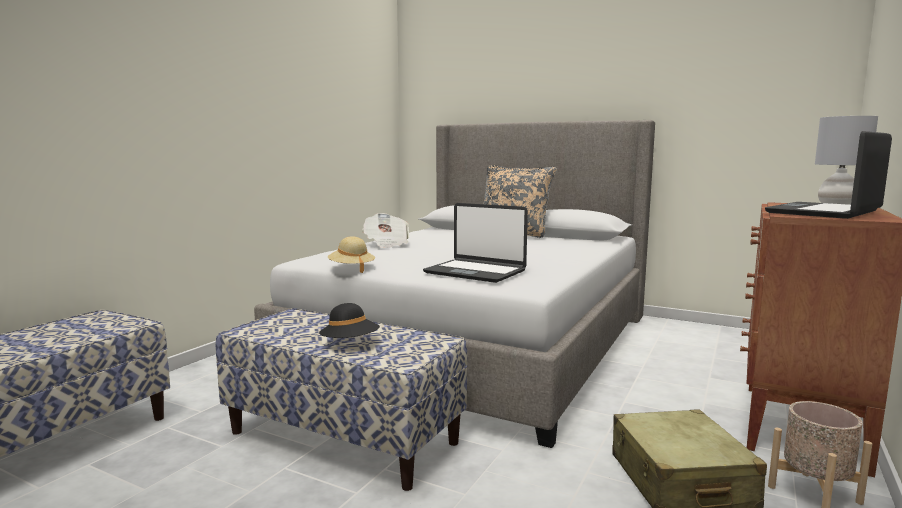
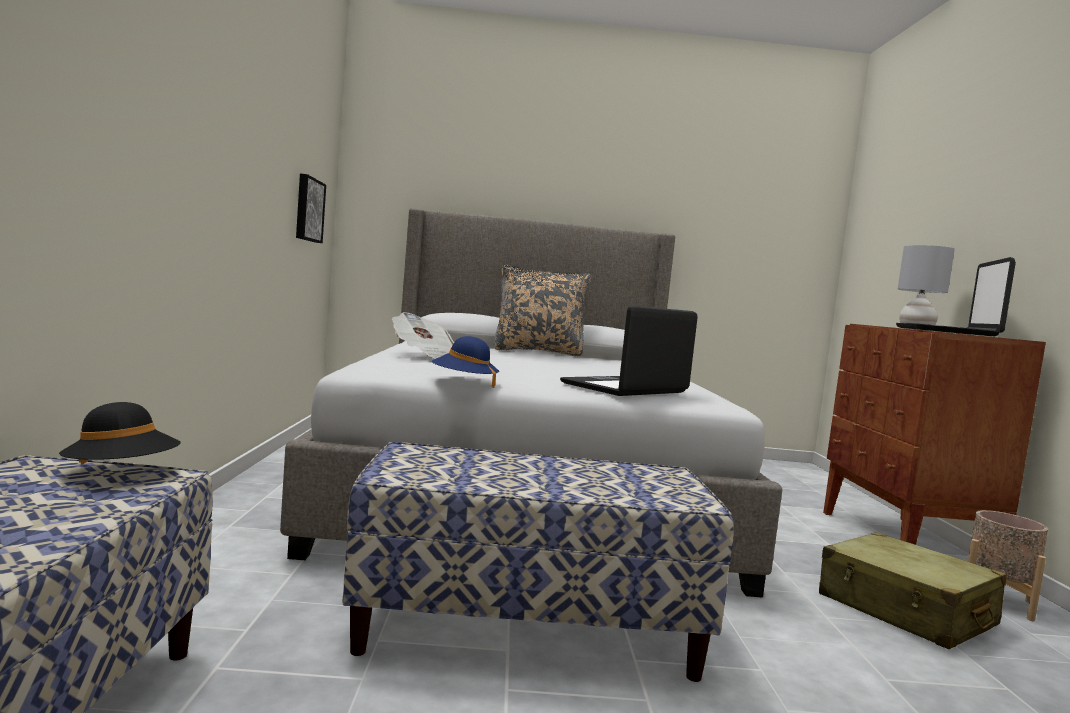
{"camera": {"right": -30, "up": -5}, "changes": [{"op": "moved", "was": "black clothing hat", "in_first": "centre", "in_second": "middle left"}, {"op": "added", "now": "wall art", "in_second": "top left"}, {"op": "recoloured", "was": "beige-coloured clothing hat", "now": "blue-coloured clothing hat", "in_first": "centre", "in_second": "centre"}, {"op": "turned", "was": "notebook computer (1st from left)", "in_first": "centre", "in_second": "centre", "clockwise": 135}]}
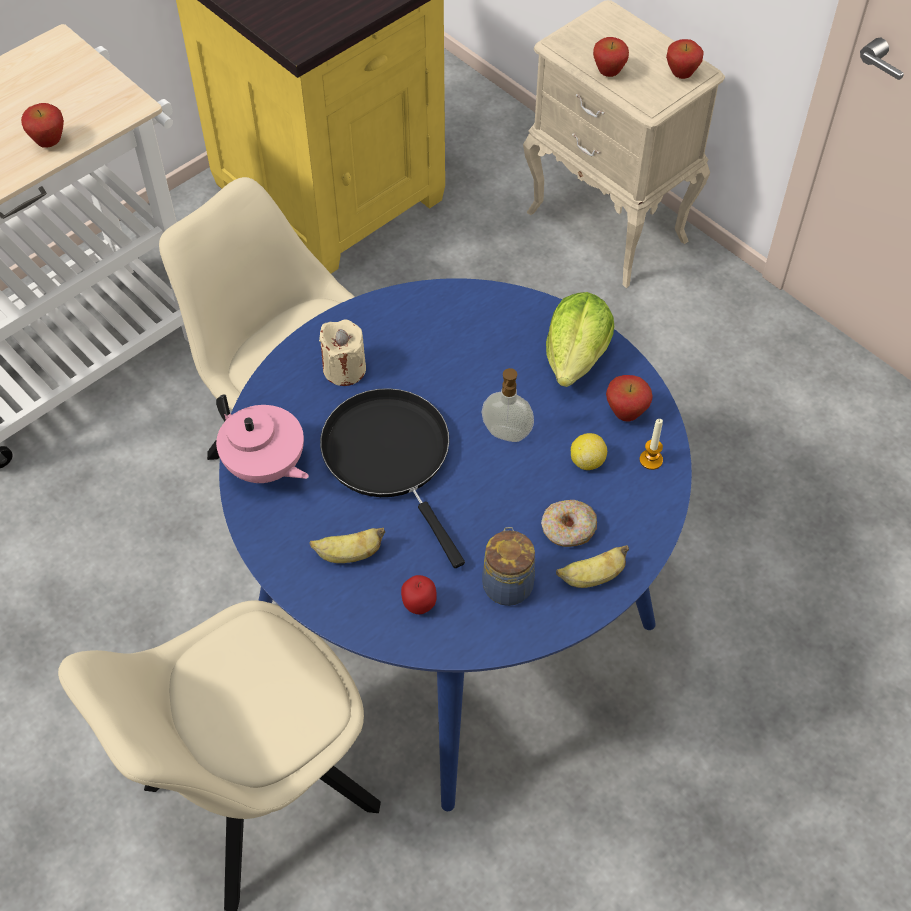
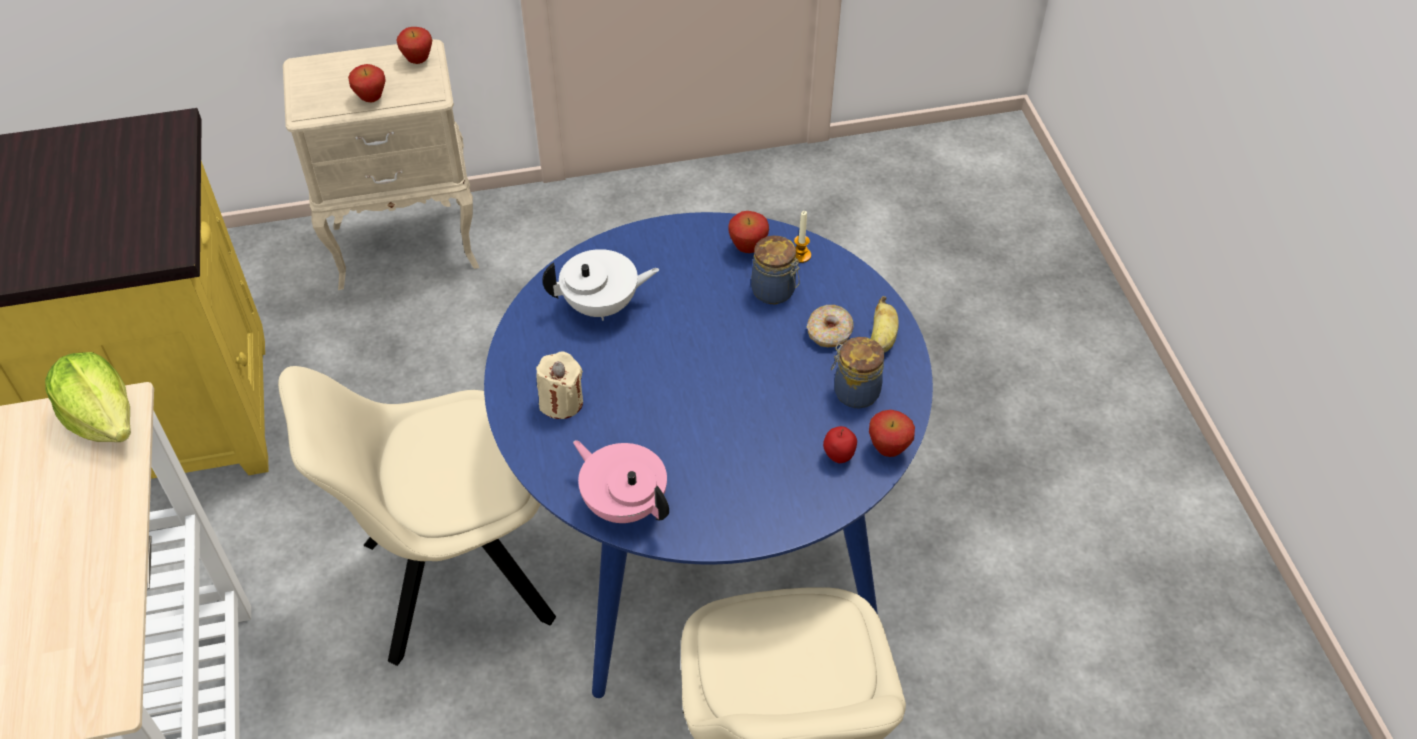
{"camera": {"right": -60, "up": -5}, "changes": [{"op": "moved", "was": "lettuce", "in_first": "centre", "in_second": "middle left"}, {"op": "added", "now": "white-coloured pot for tea", "in_second": "centre"}, {"op": "turned", "was": "pinkish pot for tea", "in_first": "middle left", "in_second": "centre", "clockwise": -120}, {"op": "replaced", "was": "citrus fruit", "now": "storage jar (1st from left)", "in_first": "centre", "in_second": "centre"}, {"op": "moved", "was": "apple fruit (1st from left in the first image)", "now": "apple fruit (5th from left)", "in_first": "top left", "in_second": "centre"}, {"op": "removed", "was": "banana fruit (1st from left)", "in_first": "centre"}, {"op": "removed", "was": "black skillet", "in_first": "centre"}, {"op": "removed", "was": "soap bottle", "in_first": "centre"}]}
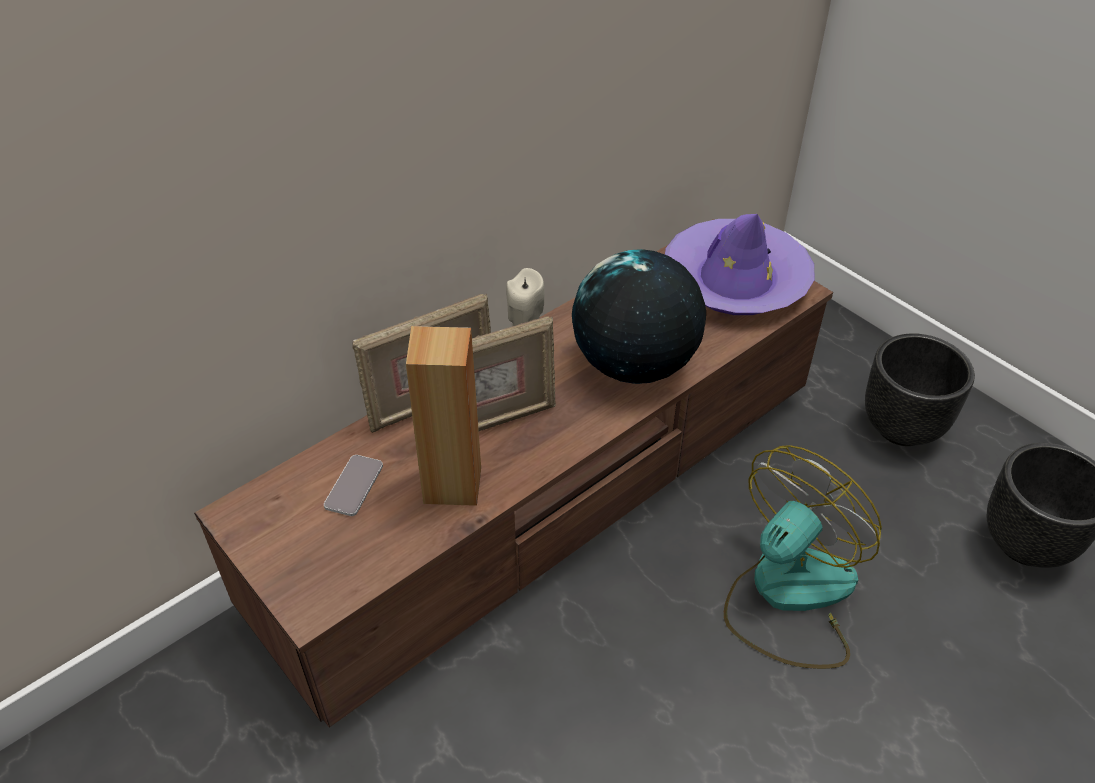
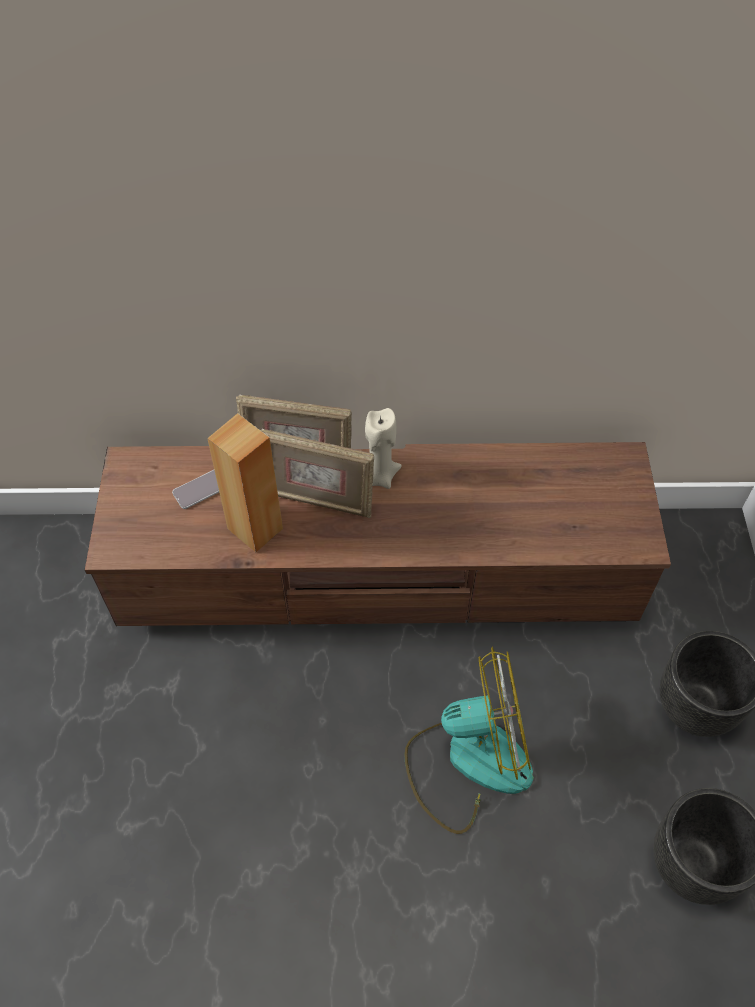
{"camera": {"right": 40, "up": 10}, "changes": [{"op": "removed", "was": "globe", "in_first": "centre"}, {"op": "removed", "was": "purple-coloured clothing hat", "in_first": "middle right"}]}
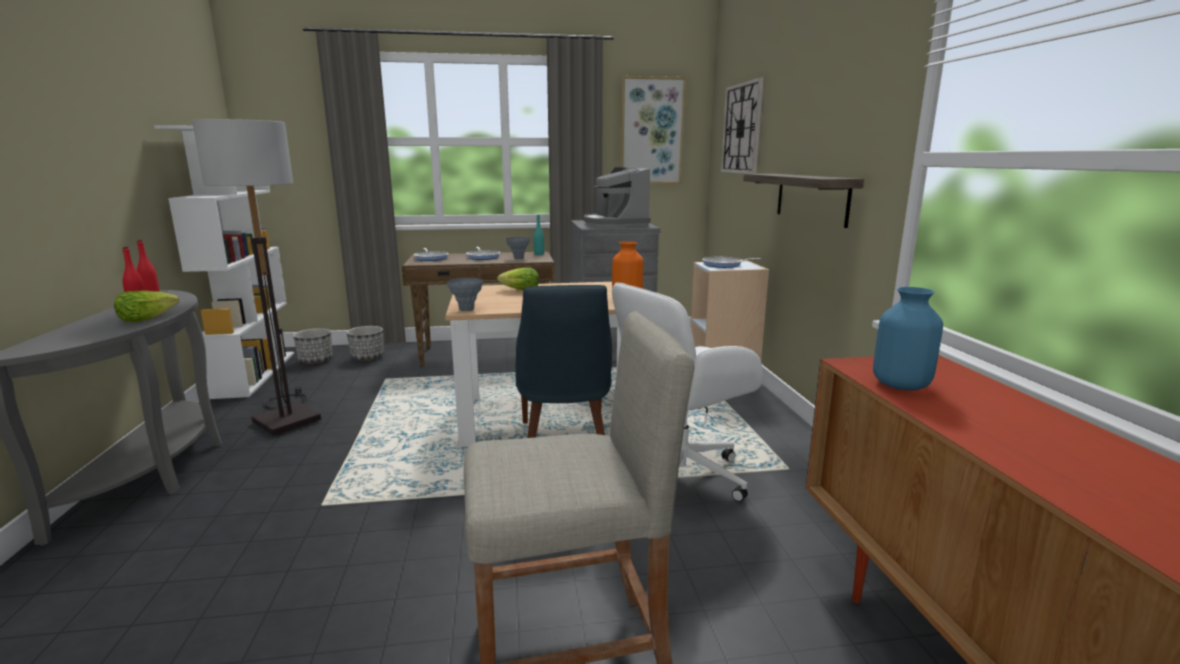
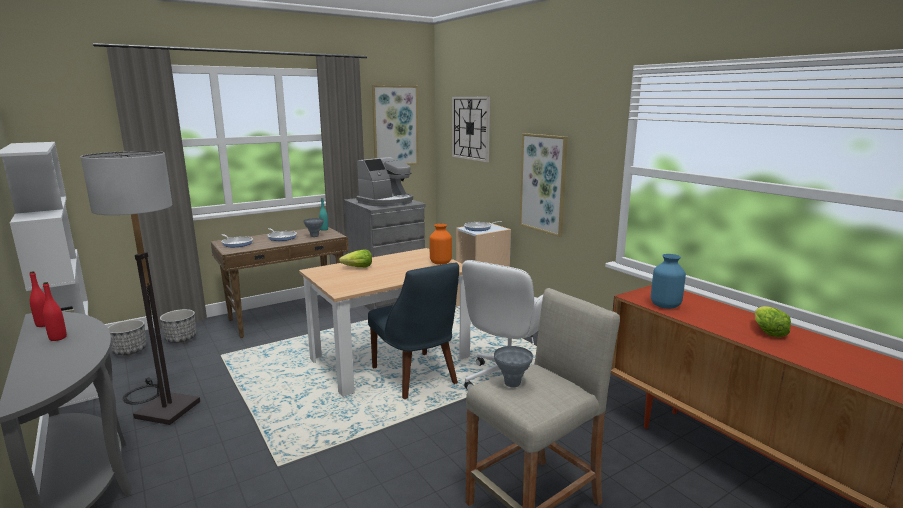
{"camera": {"right": -25, "up": 0}, "changes": [{"op": "turned", "was": "coffee maker", "in_first": "top centre", "in_second": "centre", "clockwise": -90}, {"op": "moved", "was": "grey flower vase (1st from left in the first image)", "now": "grey flower vase (2nd from left)", "in_first": "centre", "in_second": "bottom centre"}, {"op": "replaced", "was": "bracket shelf", "now": "wall art (2nd from left)", "in_first": "top right", "in_second": "centre"}, {"op": "moved", "was": "lettuce (1st from left in the first image)", "now": "lettuce (2nd from left)", "in_first": "middle left", "in_second": "middle right"}]}
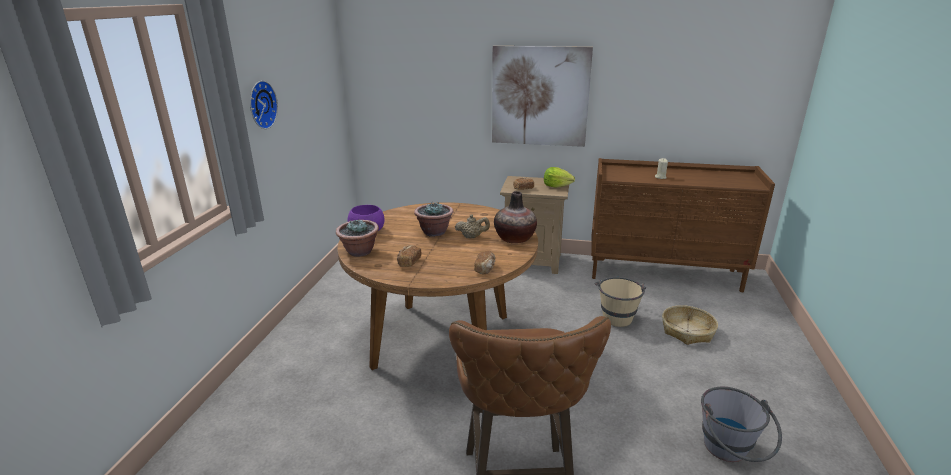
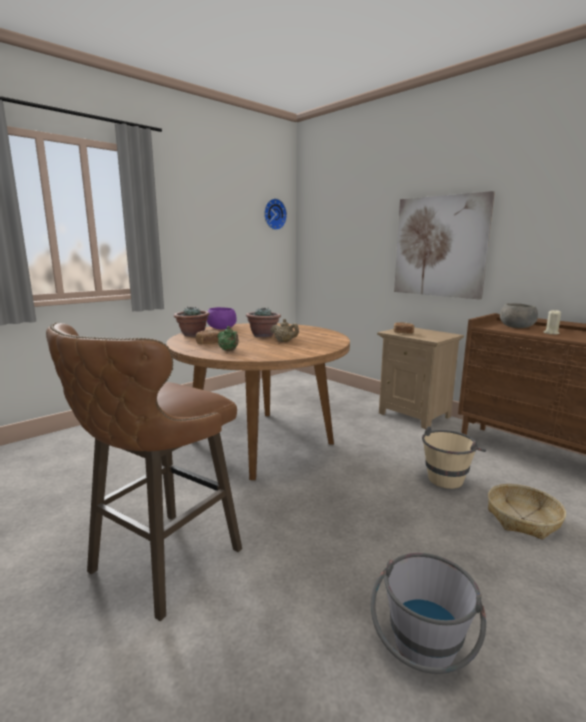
{"camera": {"right": 35, "up": -10}, "changes": [{"op": "added", "now": "greenish pot for tea", "in_second": "centre"}, {"op": "moved", "was": "hanging clock", "in_first": "top left", "in_second": "top centre"}, {"op": "added", "now": "grey serving bowl", "in_second": "middle right"}, {"op": "removed", "was": "baked bread (2nd from left)", "in_first": "centre"}, {"op": "removed", "was": "flower vase", "in_first": "centre"}, {"op": "removed", "was": "lettuce", "in_first": "centre"}]}
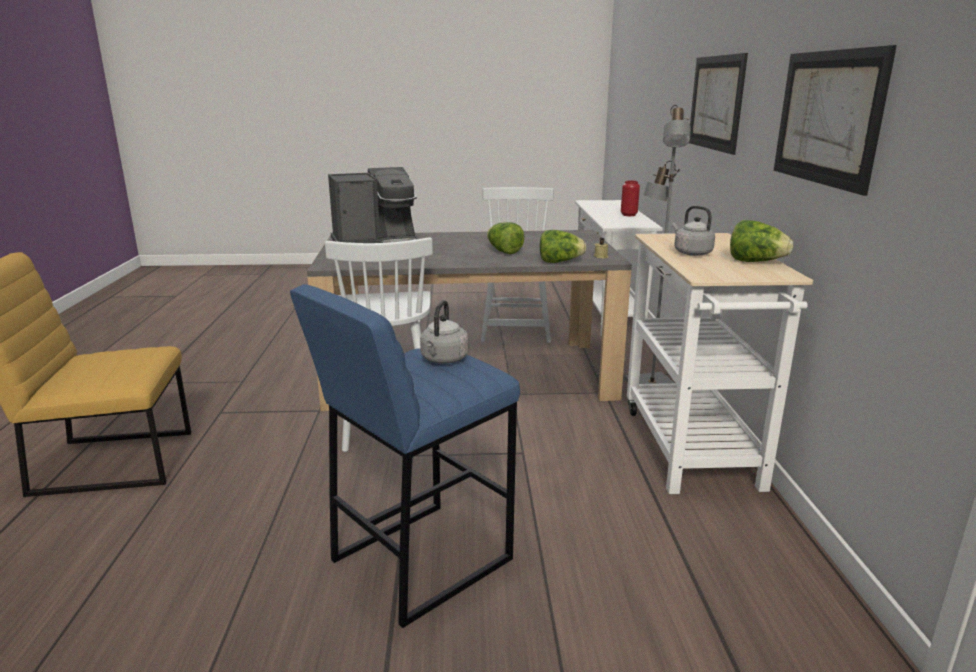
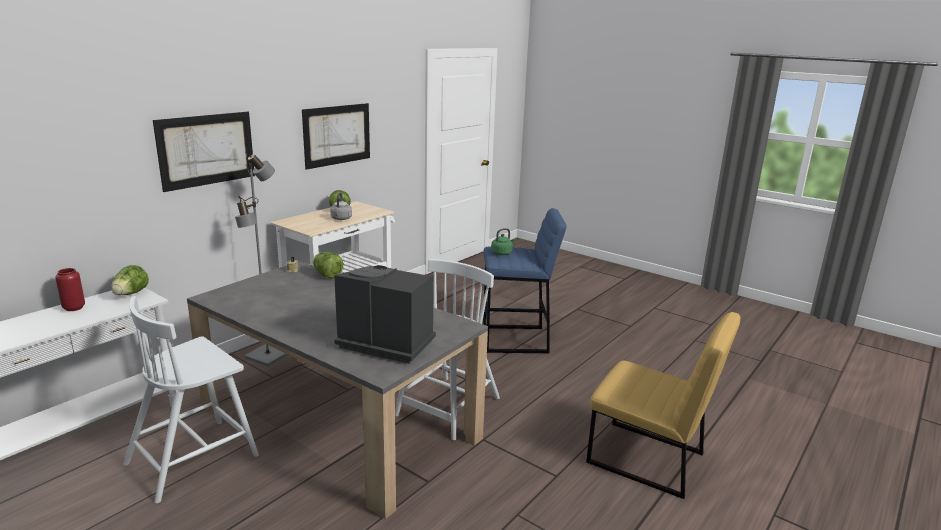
{"camera": {"right": -140, "up": 0}, "changes": [{"op": "moved", "was": "lettuce (1st from left)", "in_first": "centre", "in_second": "middle left"}, {"op": "recoloured", "was": "grey water kettle (1st from left)", "now": "greenish water kettle", "in_first": "centre", "in_second": "centre"}]}
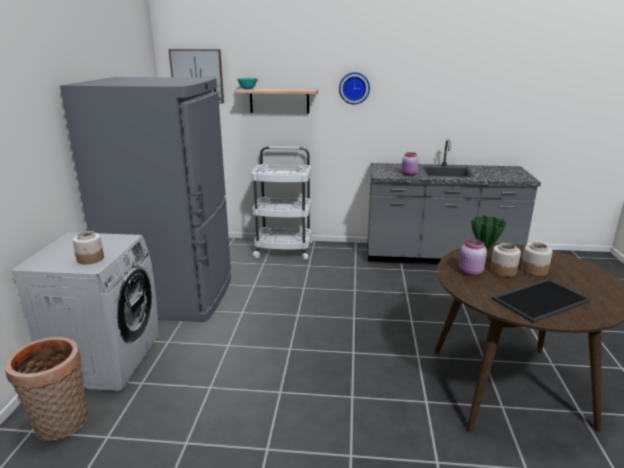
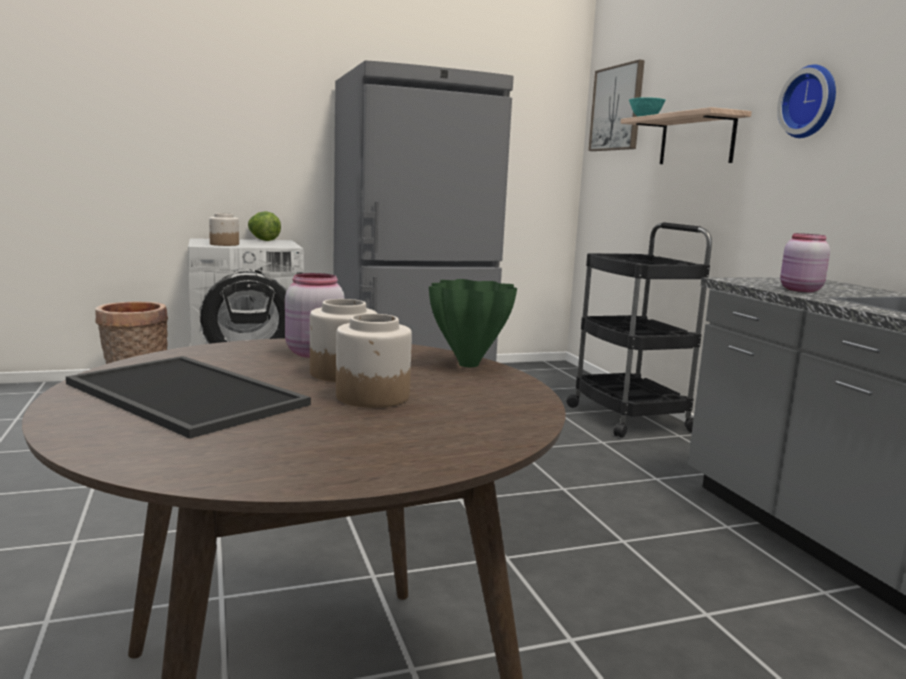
{"camera": {"right": 65, "up": -10}, "changes": [{"op": "added", "now": "lettuce", "in_second": "top left"}, {"op": "recoloured", "was": "white-coloured trolley", "now": "black trolley", "in_first": "centre", "in_second": "middle right"}]}
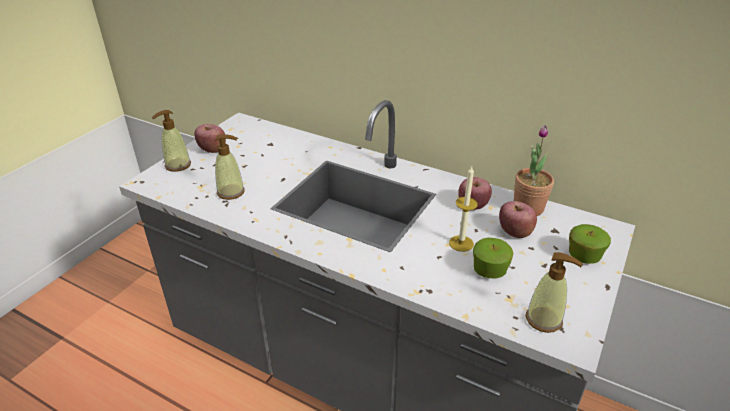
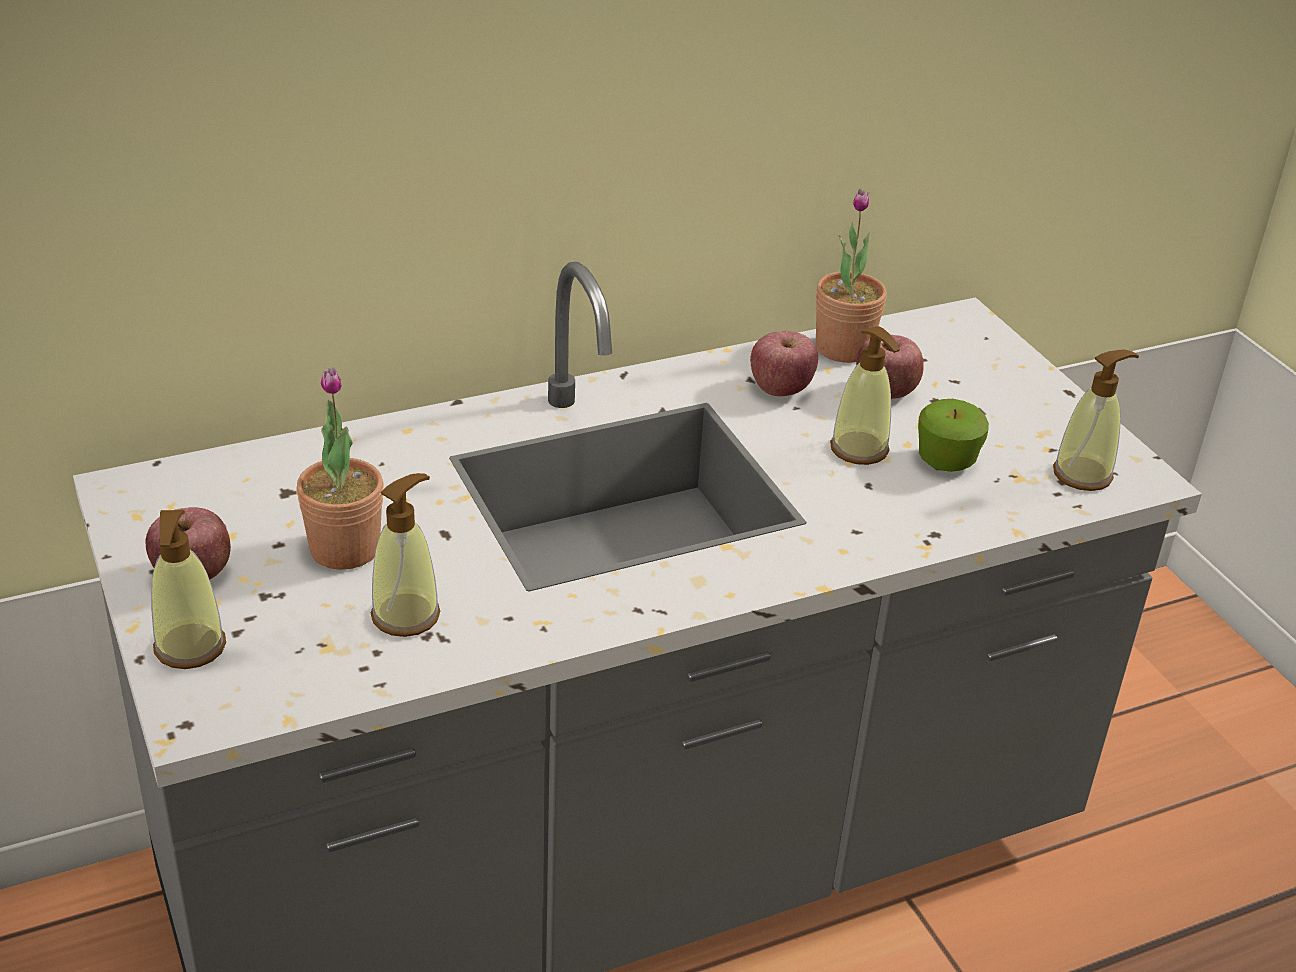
{"camera": {"right": -55, "up": 0}, "changes": [{"op": "added", "now": "potted plant (1st from left)", "in_second": "middle left"}, {"op": "replaced", "was": "candle", "now": "soap bottle (3rd from left)", "in_first": "centre", "in_second": "middle right"}, {"op": "removed", "was": "apple fruit (5th from left)", "in_first": "middle right"}]}
